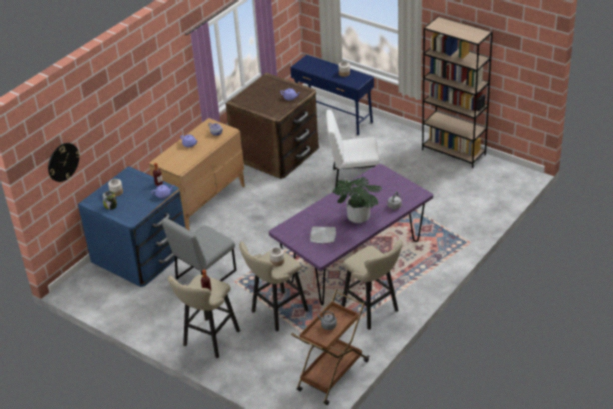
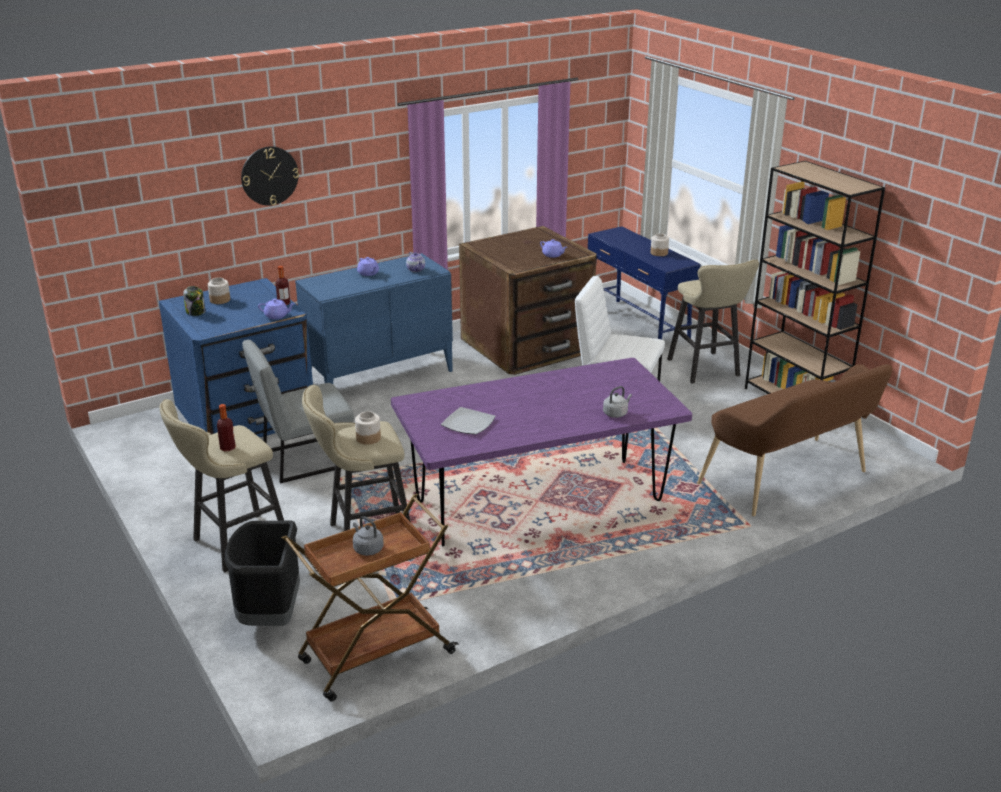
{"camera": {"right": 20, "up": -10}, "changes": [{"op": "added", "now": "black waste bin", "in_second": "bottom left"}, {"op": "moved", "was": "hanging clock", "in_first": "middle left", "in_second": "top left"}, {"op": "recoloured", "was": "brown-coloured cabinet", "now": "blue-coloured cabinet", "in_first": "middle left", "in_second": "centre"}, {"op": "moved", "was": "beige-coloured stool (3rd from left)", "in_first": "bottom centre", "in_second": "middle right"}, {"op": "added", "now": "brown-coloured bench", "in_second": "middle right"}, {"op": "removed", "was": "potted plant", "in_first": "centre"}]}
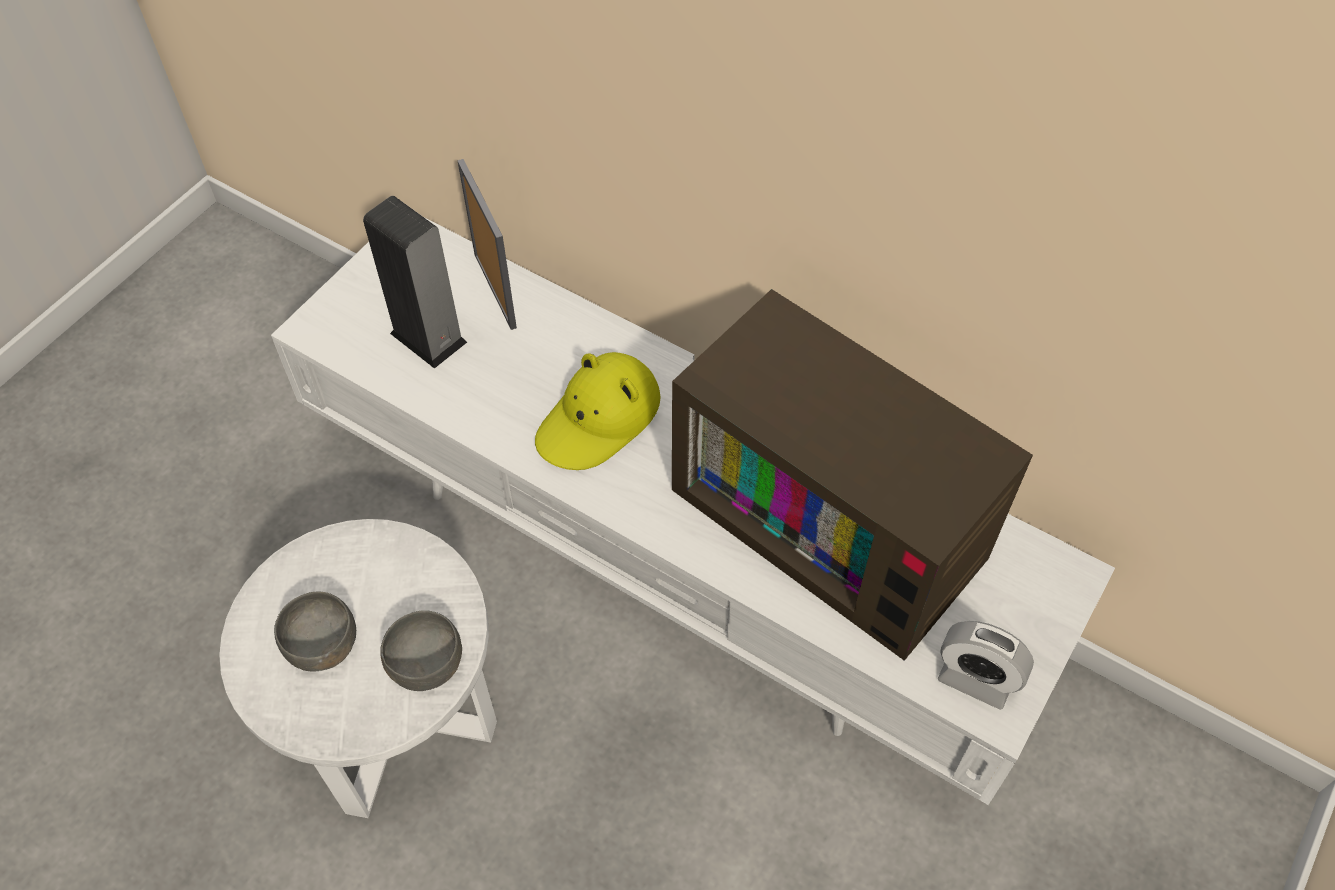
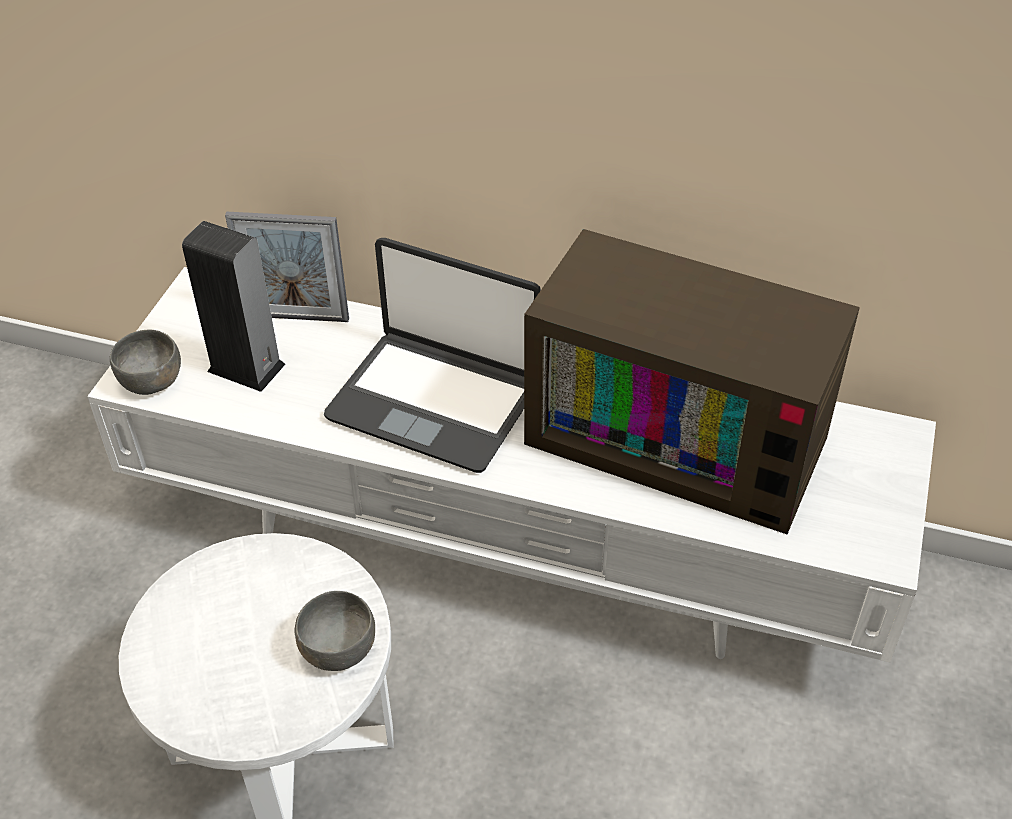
{"camera": {"right": -15, "up": -10}, "changes": [{"op": "moved", "was": "grey serving bowl (1st from left)", "in_first": "bottom left", "in_second": "middle left"}, {"op": "turned", "was": "picture frame", "in_first": "top centre", "in_second": "top left", "clockwise": 135}, {"op": "replaced", "was": "yellow-coloured clothing hat", "now": "notebook computer", "in_first": "centre", "in_second": "centre"}, {"op": "removed", "was": "bedside clock", "in_first": "bottom right"}]}
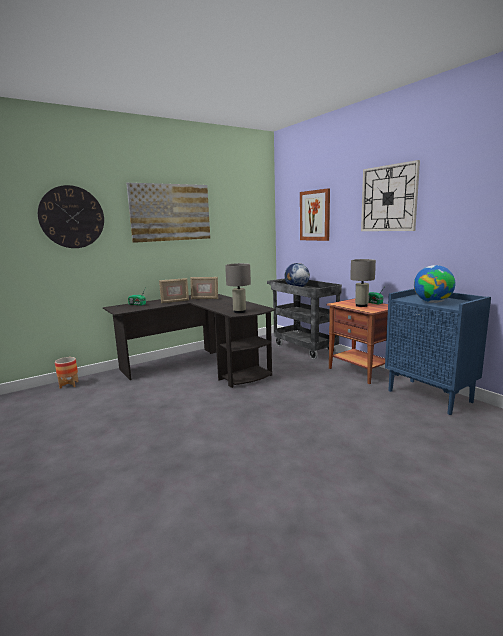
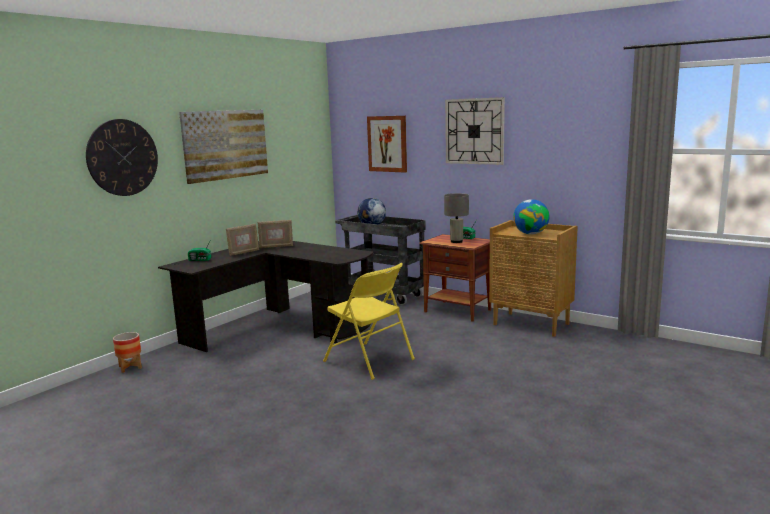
{"camera": {"right": -20, "up": 0}, "changes": [{"op": "added", "now": "yellow-coloured plain chair", "in_second": "centre"}, {"op": "recoloured", "was": "blue-coloured cabinet", "now": "brown-coloured cabinet", "in_first": "middle right", "in_second": "middle right"}, {"op": "removed", "was": "grey lamp for a table (1st from left)", "in_first": "centre"}]}
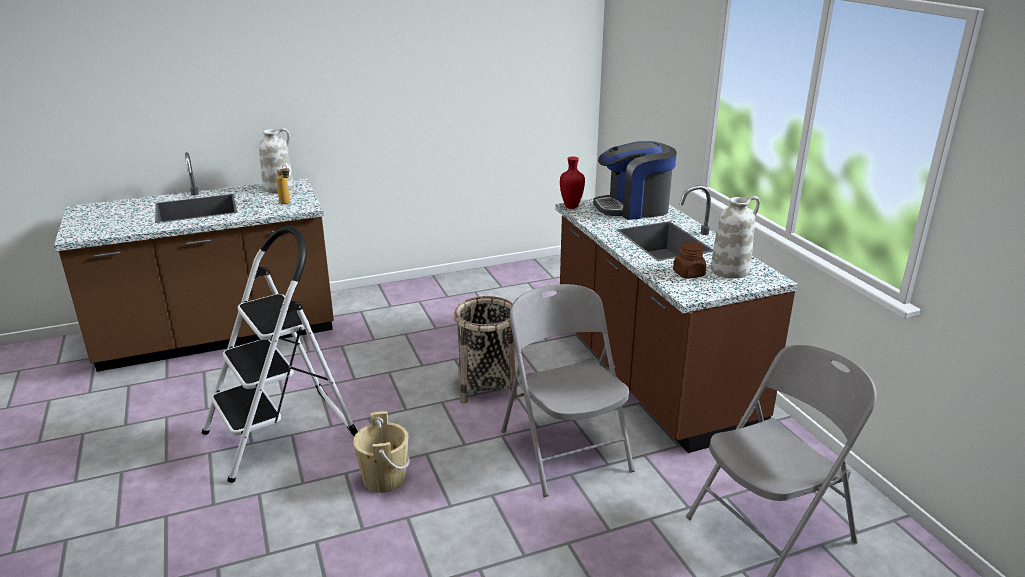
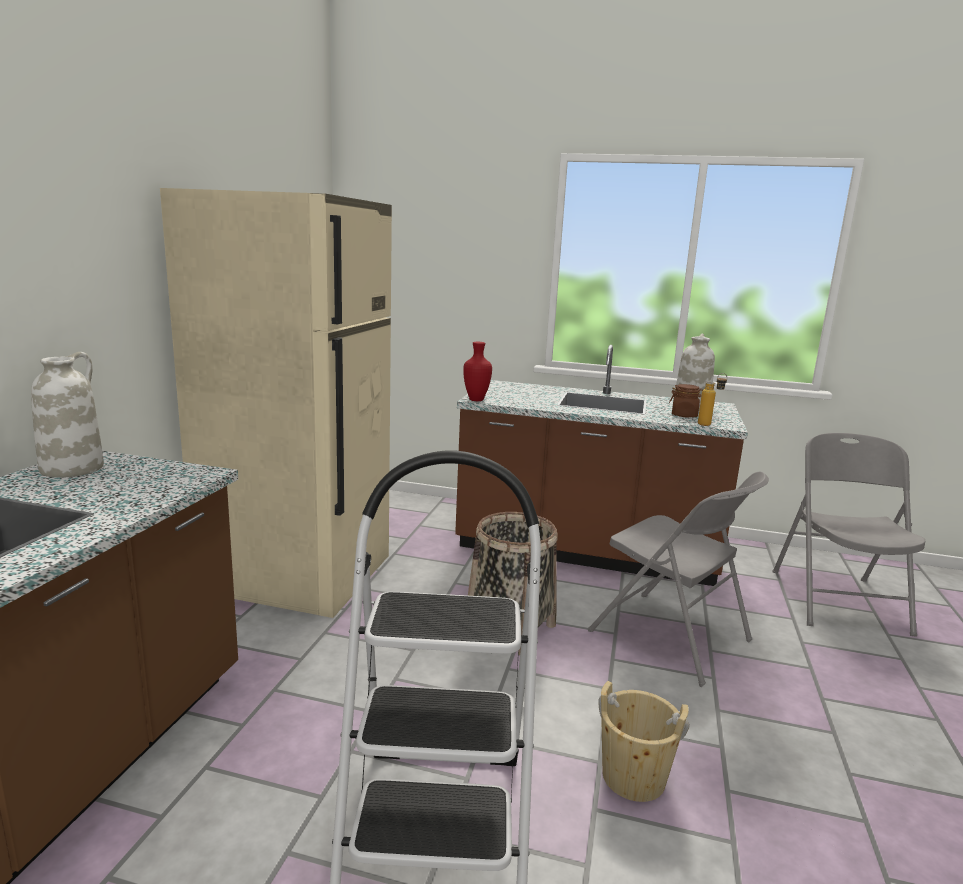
{"camera": {"right": -55, "up": -10}, "changes": [{"op": "added", "now": "beige-coloured refrigerator", "in_second": "middle left"}, {"op": "turned", "was": "grey plain chair (1st from left)", "in_first": "bottom centre", "in_second": "middle right", "clockwise": -150}, {"op": "moved", "was": "beverage bottle", "in_first": "top left", "in_second": "middle right"}, {"op": "removed", "was": "coffee maker", "in_first": "top centre"}]}
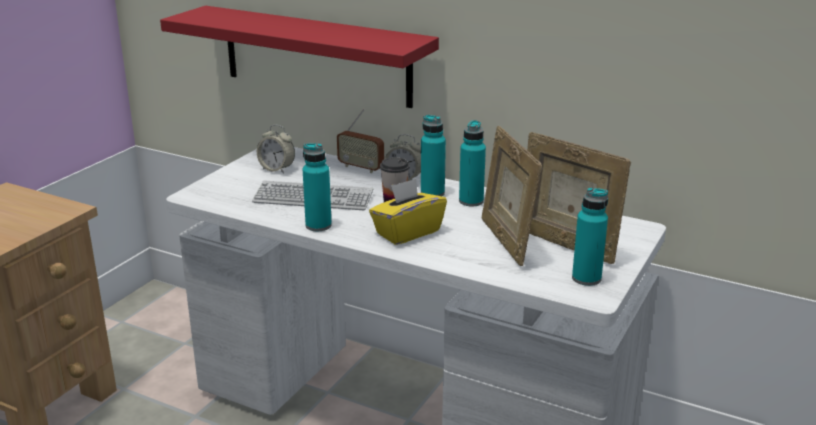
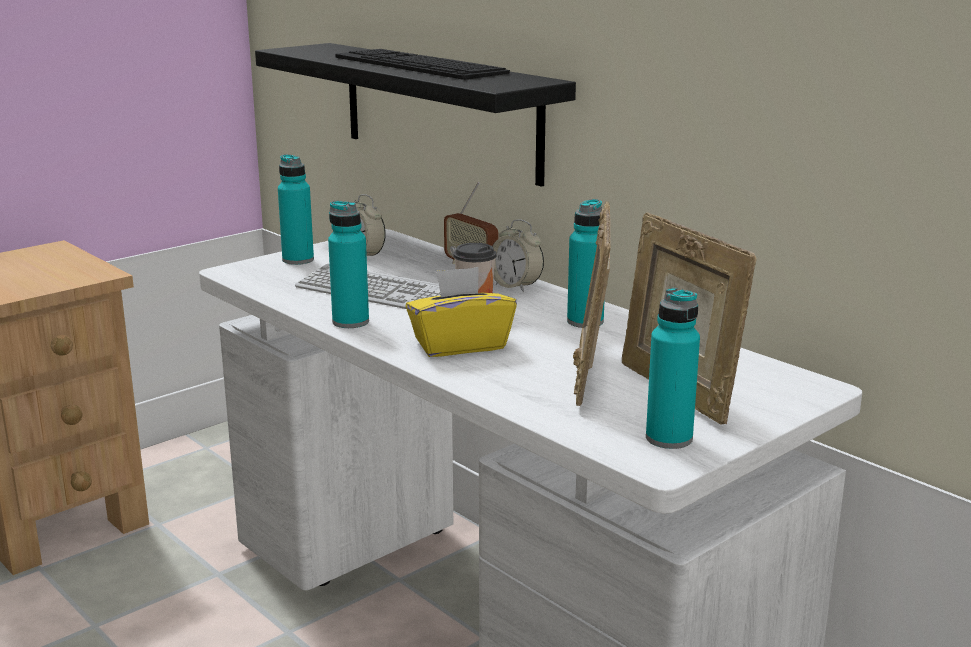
{"camera": {"right": 20, "up": -5}, "changes": [{"op": "recoloured", "was": "red bracket shelf", "now": "black bracket shelf", "in_first": "top centre", "in_second": "top centre"}, {"op": "moved", "was": "turquoise beverage bottle (2nd from left in the first image)", "now": "turquoise beverage bottle (1st from left)", "in_first": "centre", "in_second": "top left"}, {"op": "added", "now": "PC keyboard (2nd from left)", "in_second": "top centre"}]}
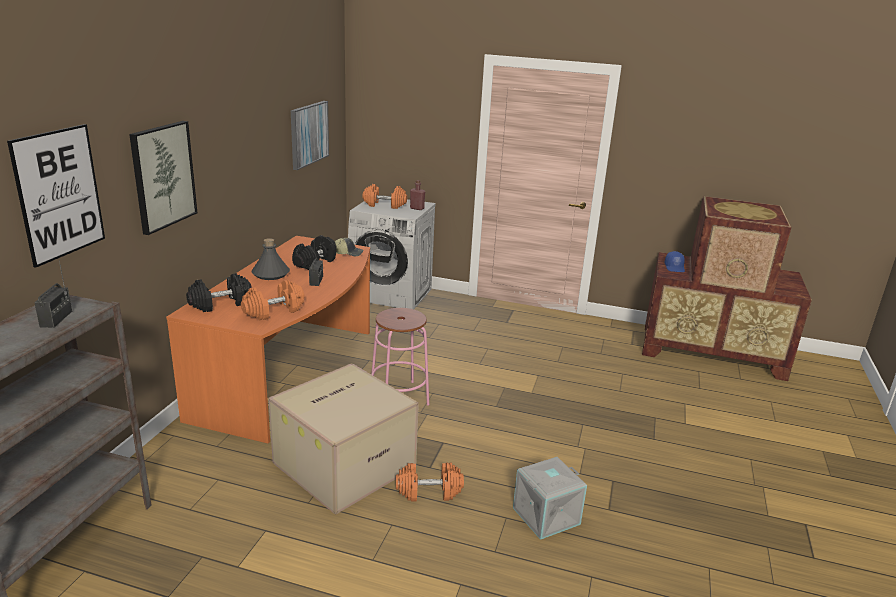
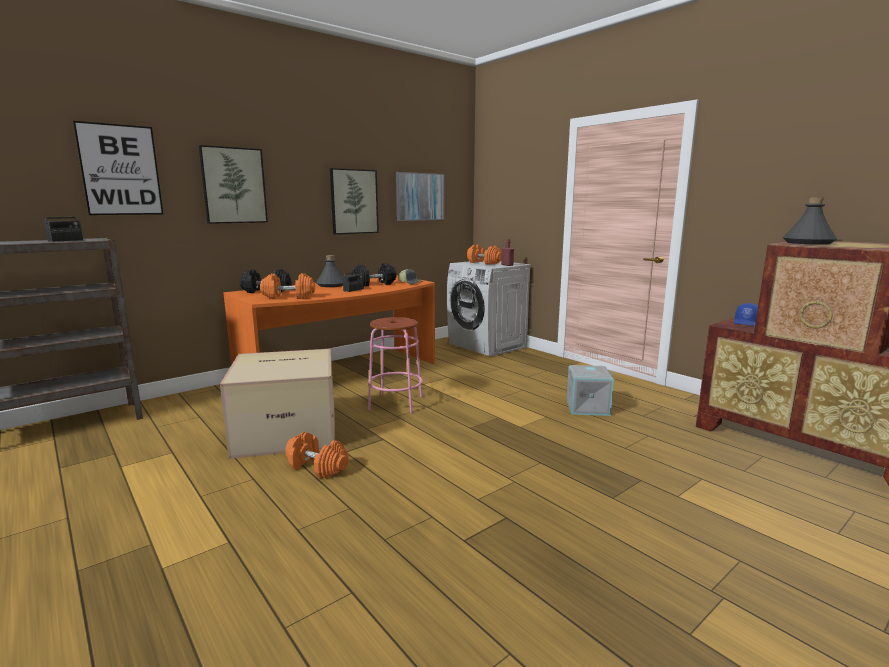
{"camera": {"right": 35, "up": -10}, "changes": [{"op": "added", "now": "wall art (3rd from left)", "in_second": "top centre"}, {"op": "moved", "was": "grey storage container", "in_first": "bottom centre", "in_second": "centre"}, {"op": "added", "now": "grey beverage bottle (2nd from left)", "in_second": "top right"}]}
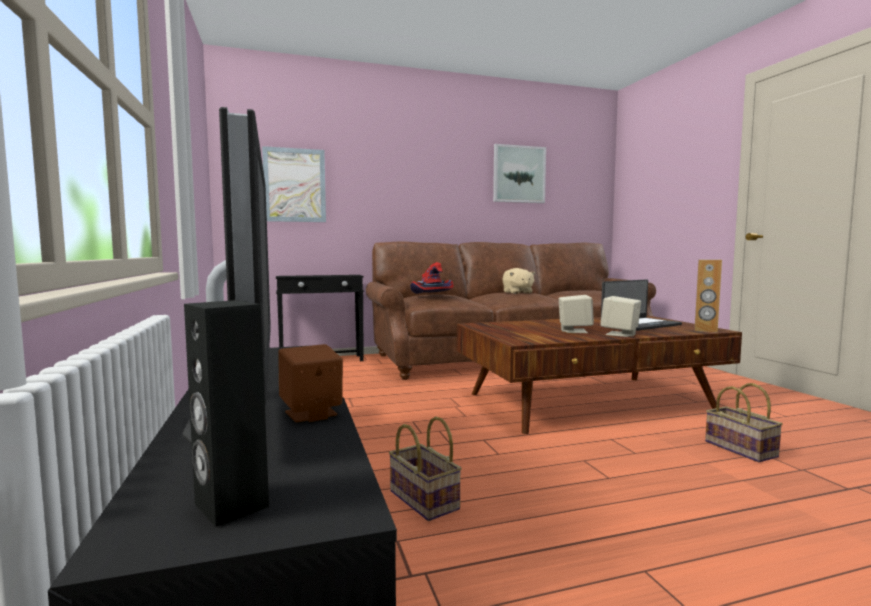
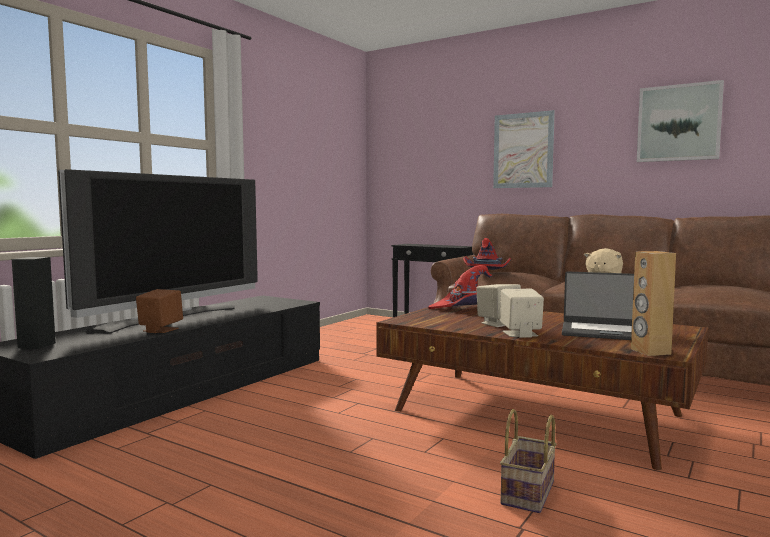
{"camera": {"right": 50, "up": 0}, "changes": [{"op": "added", "now": "red clothing hat (1st from left)", "in_second": "centre"}, {"op": "moved", "was": "wall art (1st from left)", "in_first": "top centre", "in_second": "top right"}, {"op": "removed", "was": "basket (1st from left)", "in_first": "bottom centre"}]}
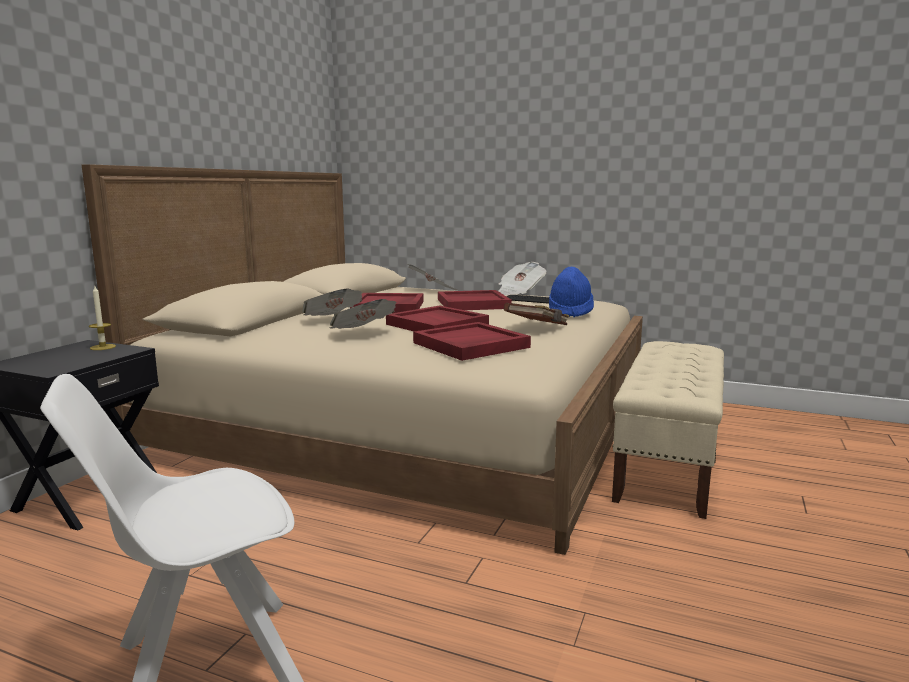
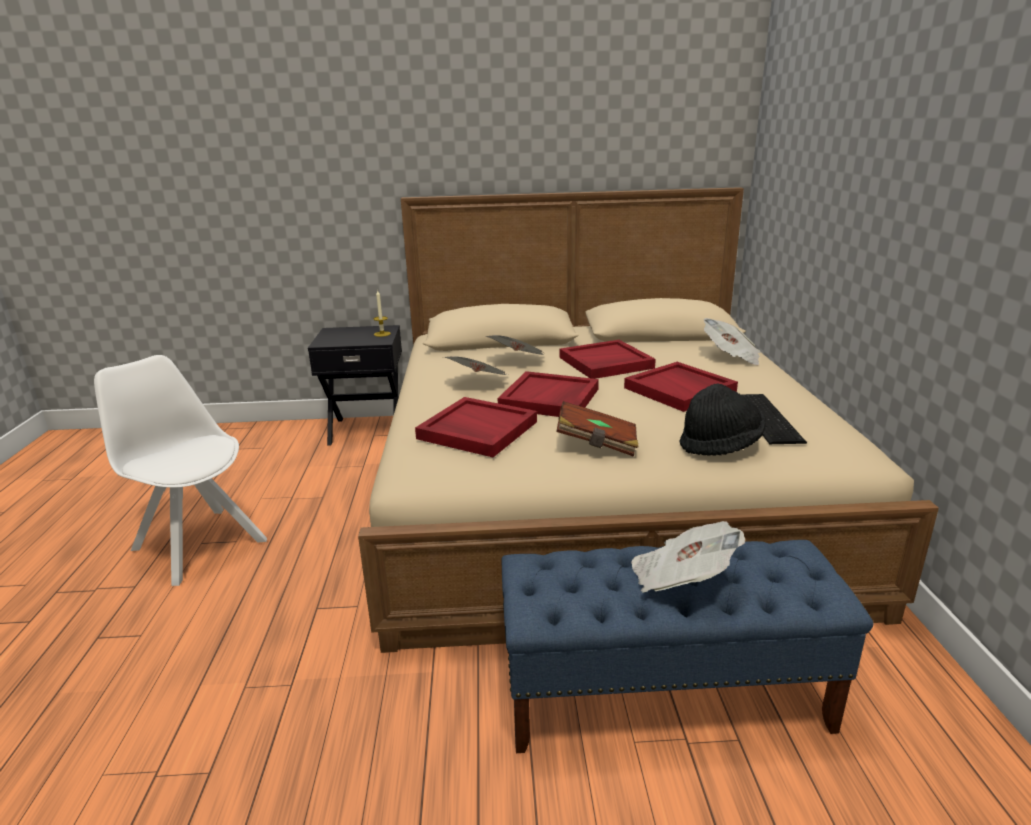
{"camera": {"right": 65, "up": 10}, "changes": [{"op": "recoloured", "was": "beige-coloured bench", "now": "blue-coloured bench", "in_first": "middle right", "in_second": "bottom centre"}, {"op": "moved", "was": "newspaper (4th from left in the first image)", "now": "newspaper (3rd from left)", "in_first": "centre", "in_second": "bottom right"}, {"op": "recoloured", "was": "blue-coloured clothing hat", "now": "black clothing hat", "in_first": "centre", "in_second": "middle right"}]}
